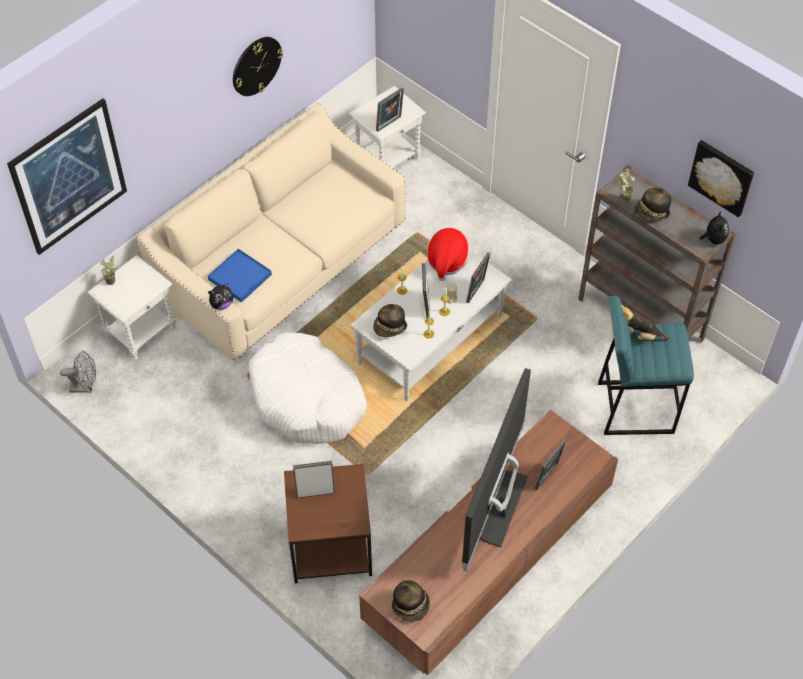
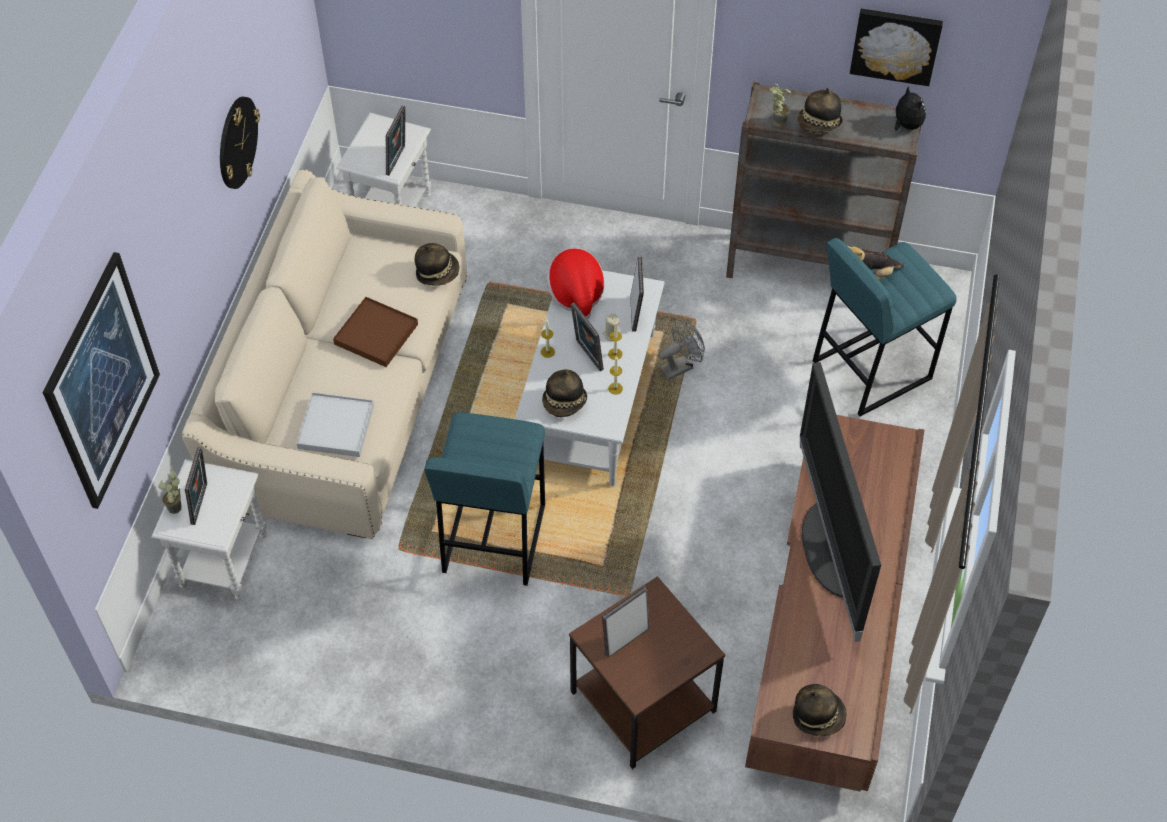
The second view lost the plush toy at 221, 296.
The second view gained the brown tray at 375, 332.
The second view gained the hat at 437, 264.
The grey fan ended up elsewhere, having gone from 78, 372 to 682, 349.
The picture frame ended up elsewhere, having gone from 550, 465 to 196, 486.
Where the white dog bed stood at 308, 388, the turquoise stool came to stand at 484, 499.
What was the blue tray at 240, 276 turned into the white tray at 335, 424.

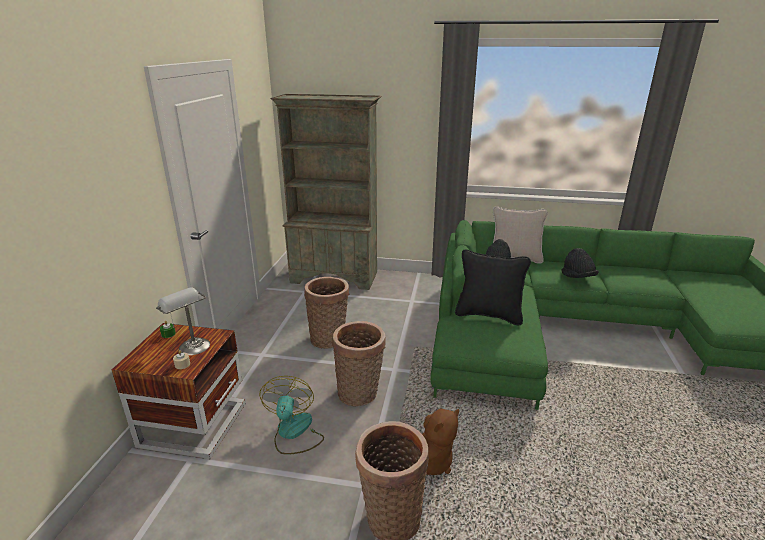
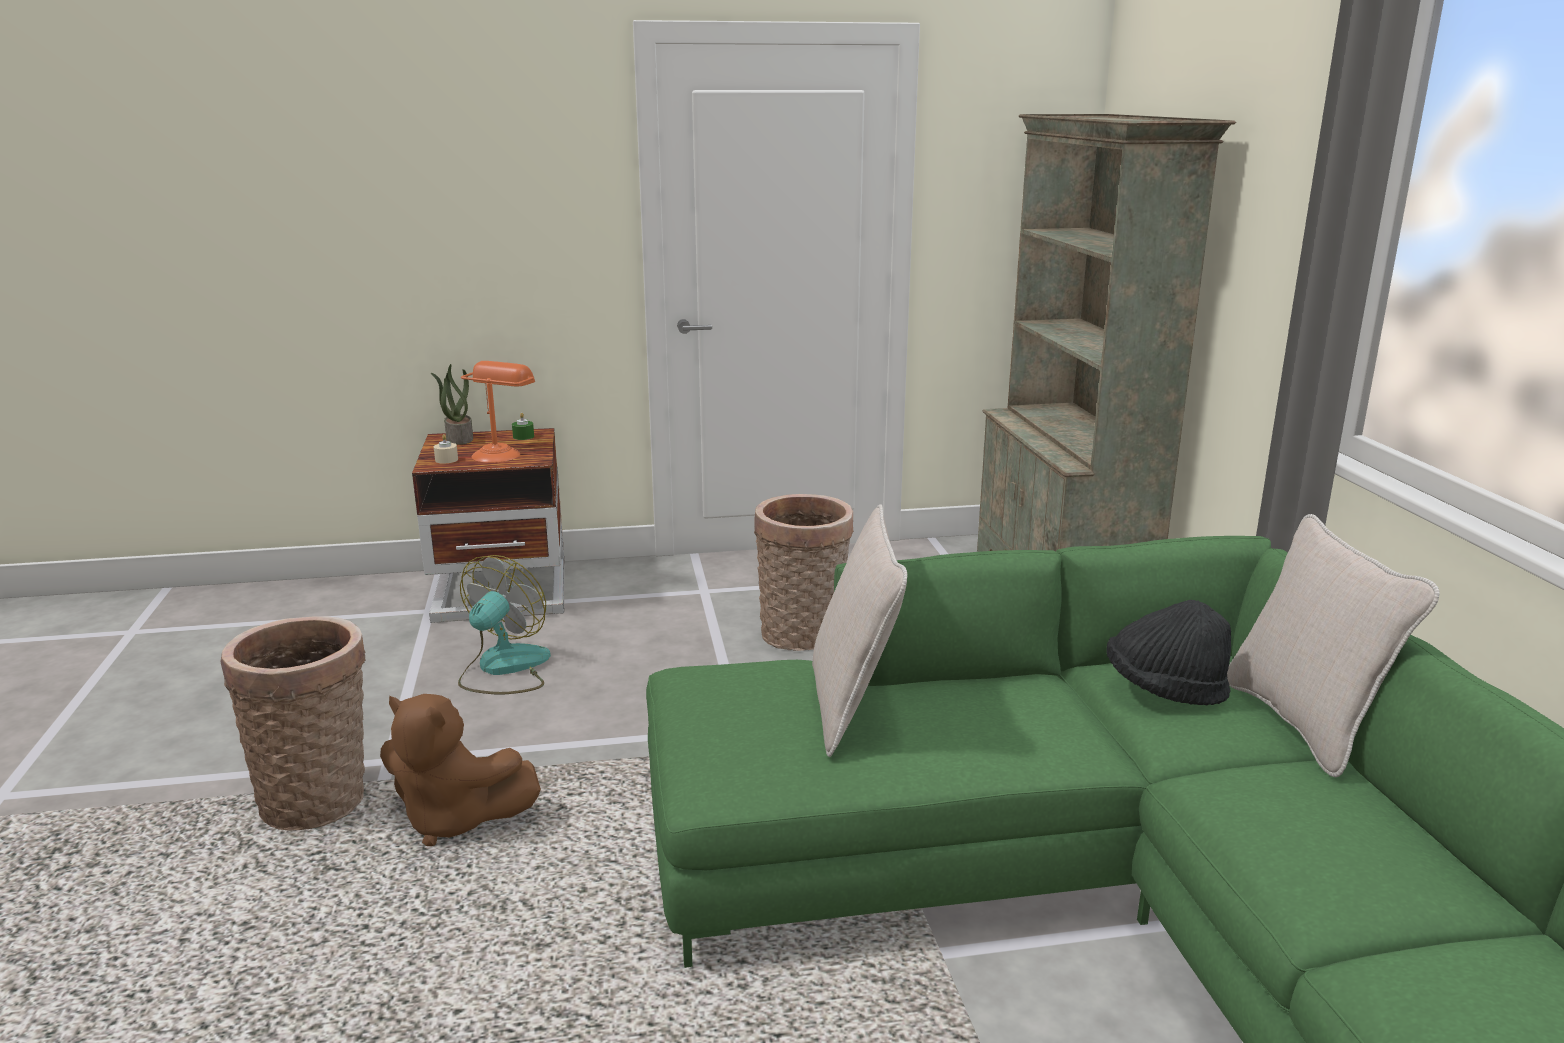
The second view lost the basket at 359, 364.
The second view lost the black hat at 580, 263.
The second view gained the potted plant at 452, 404.
What was the white table lamp at 183, 321 turned into the orange table lamp at 498, 412.
What was the black pillow at 493, 287 turned into the beige pillow at 859, 630.
The fan at 291, 415 ended up facing another way, 45 degrees counterclockwise from before.

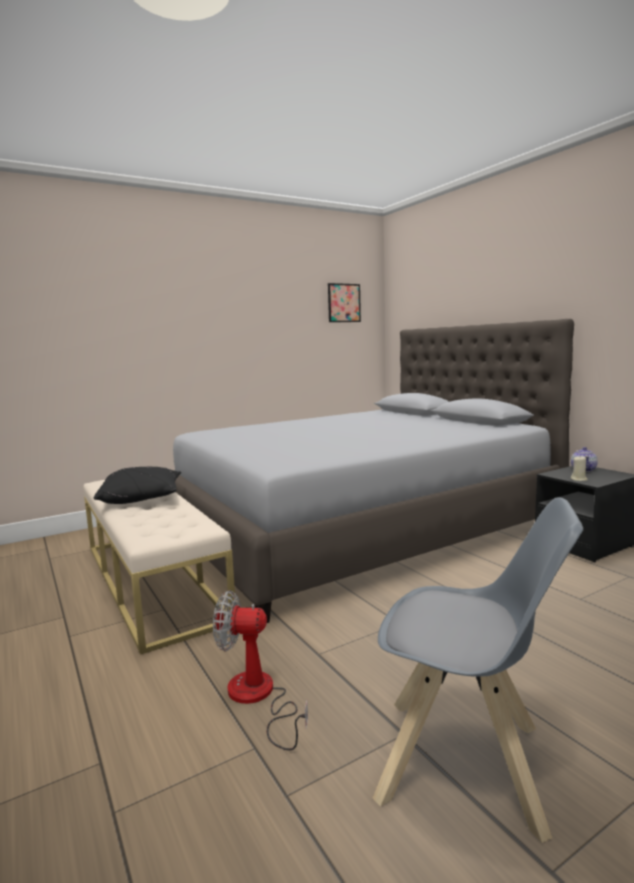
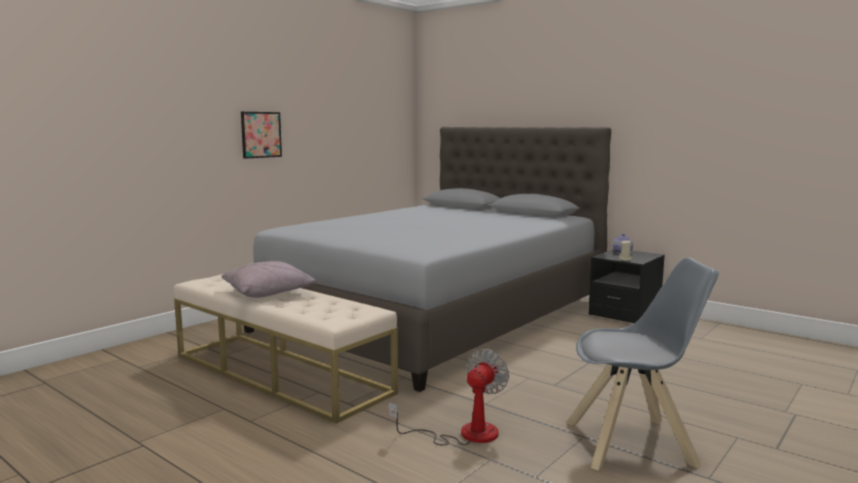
The picture ended up elsewhere, having gone from 344, 302 to 261, 135.
What was the black pillow at 137, 485 turned into the purple pillow at 269, 279.
The fan at 260, 670 ended up facing another way, 135 degrees clockwise from before.

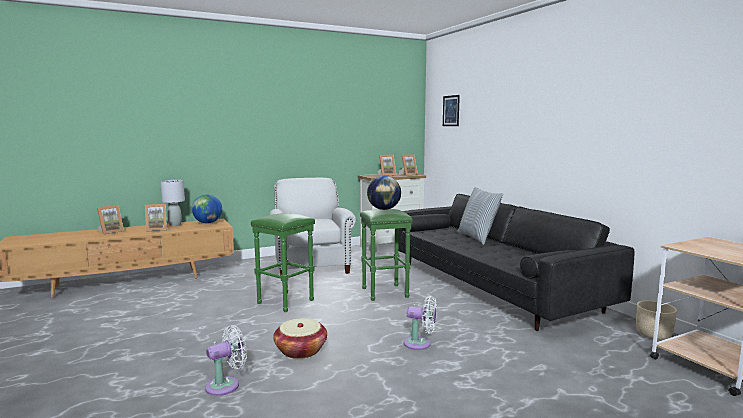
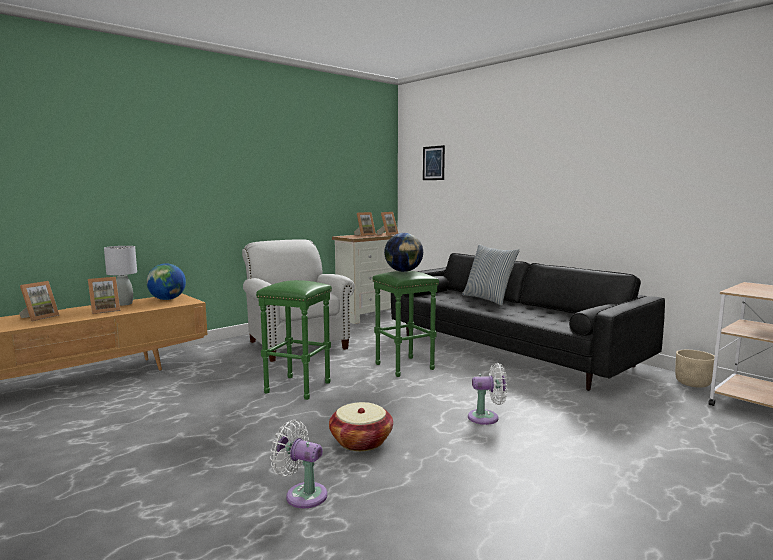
The white fan at 226, 360 ended up facing another way, 105 degrees counterclockwise from before.

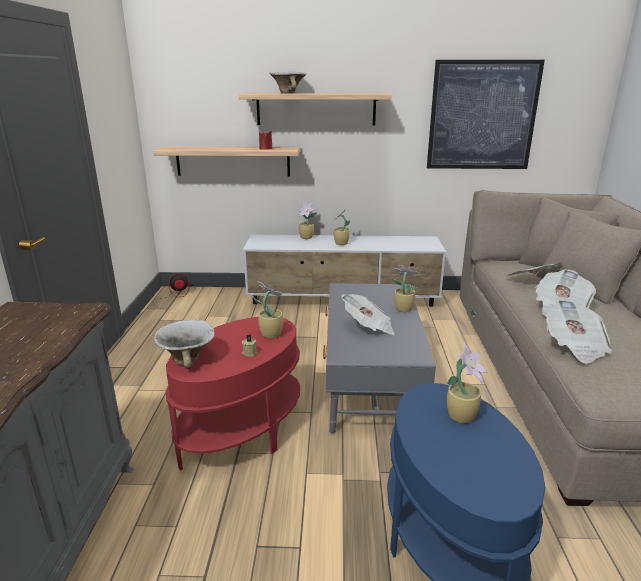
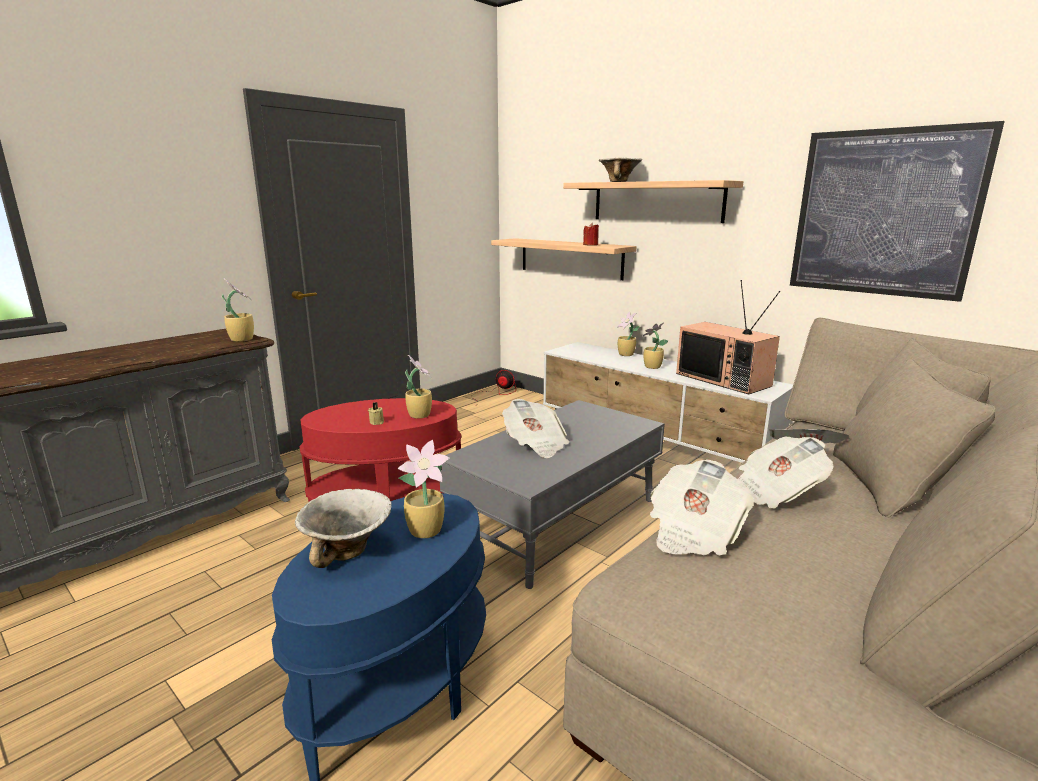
The second view gained the television at 728, 337.
The bowl ended up elsewhere, having gone from 184, 344 to 343, 528.
The potted plant ended up elsewhere, having gone from 406, 288 to 238, 310.

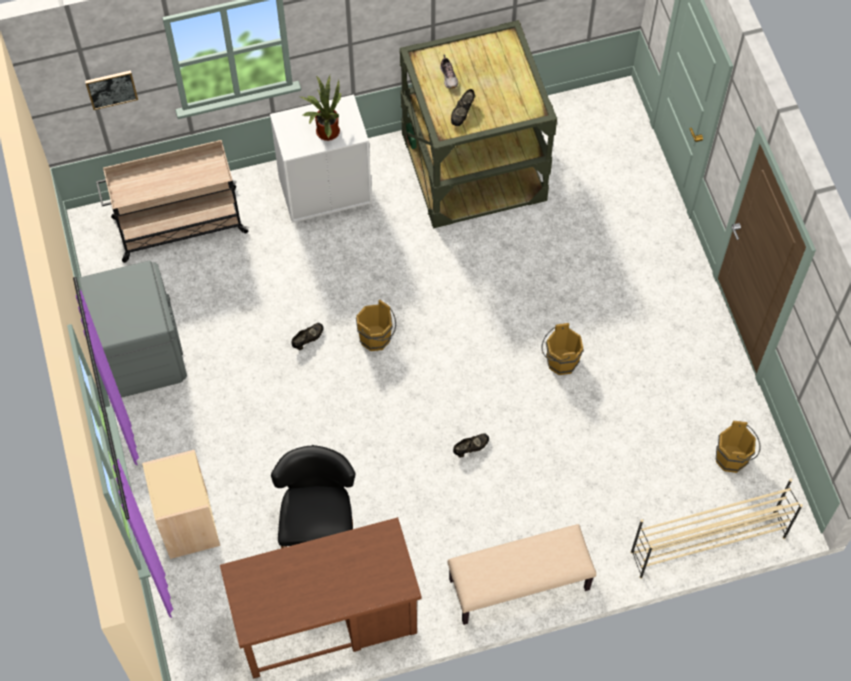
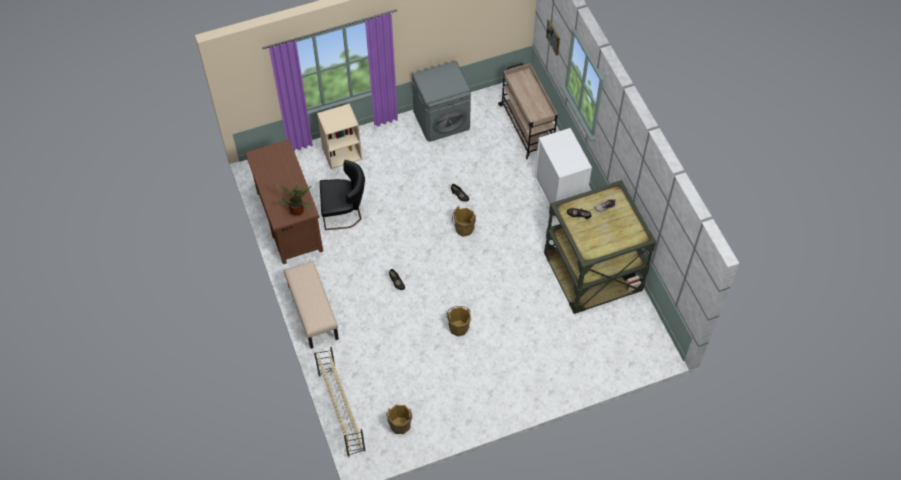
The potted plant ended up elsewhere, having gone from 320, 108 to 293, 198.

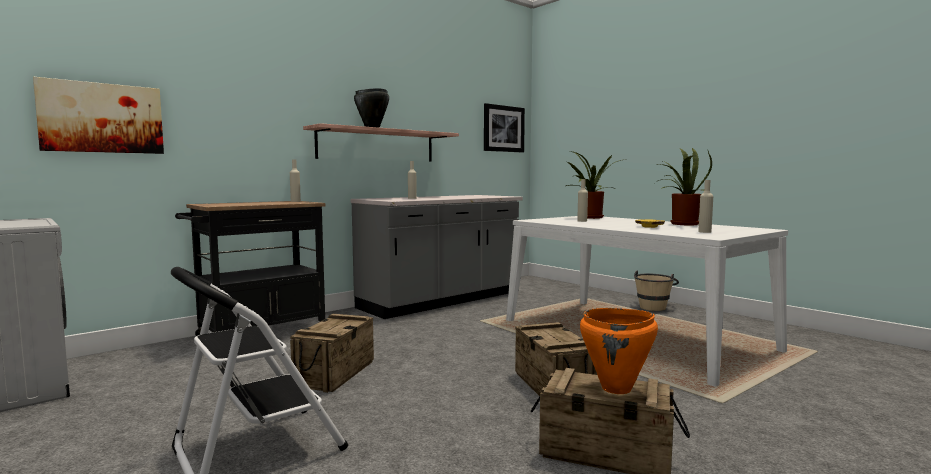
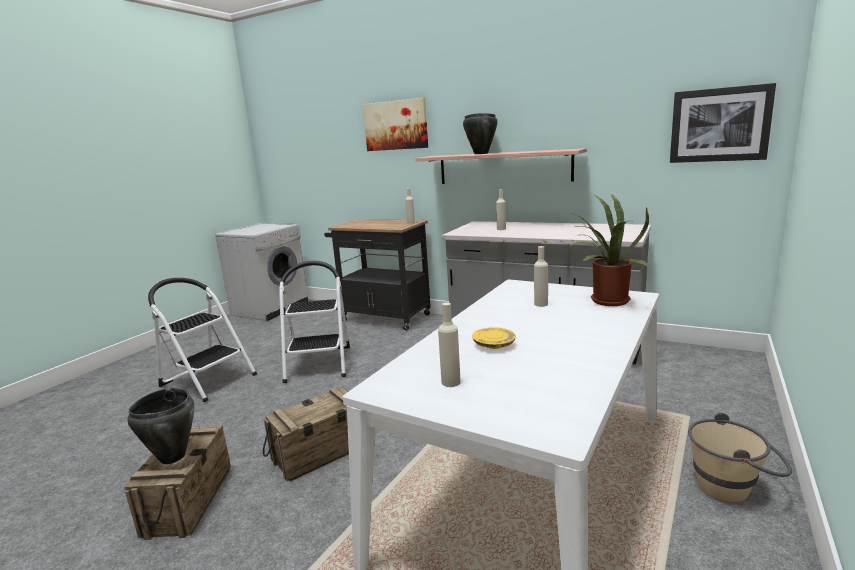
The second view lost the potted plant at 683, 186.
The picture ended up elsewhere, having gone from 98, 115 to 395, 124.
Where the crate stood at 332, 353, the step ladder came to stand at 314, 322.
What was the orange cooking pot at 619, 351 turned into the black cooking pot at 160, 426.

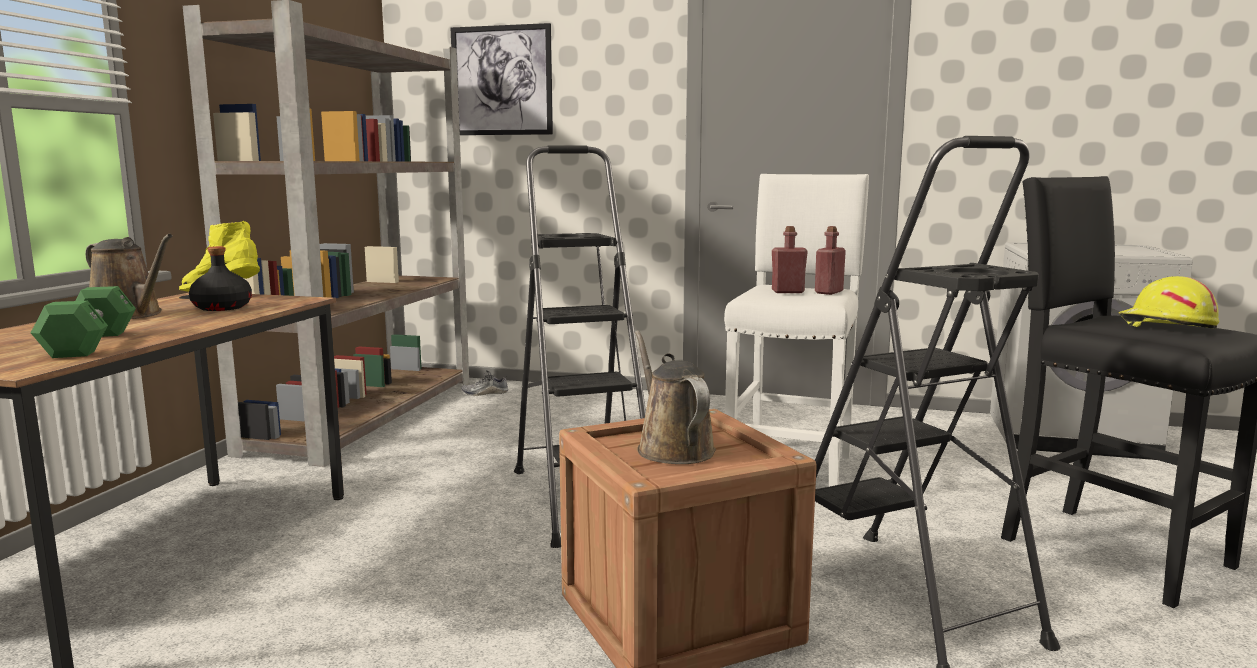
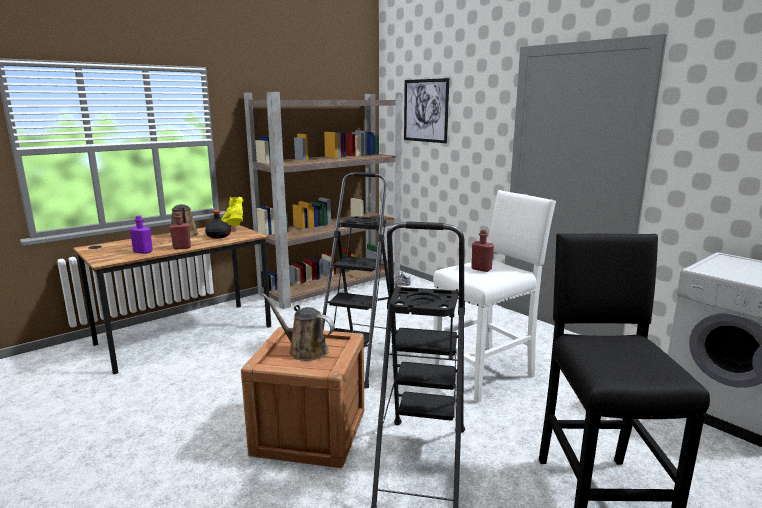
The second view lost the yellow hard hat at 1168, 302.
The red bottle ended up elsewhere, having gone from 830, 260 to 180, 231.
Where the green dumbbell stood at 83, 322, the purple bottle came to stand at 141, 234.
The brown watering can at 675, 397 ended up facing another way, 75 degrees counterclockwise from before.

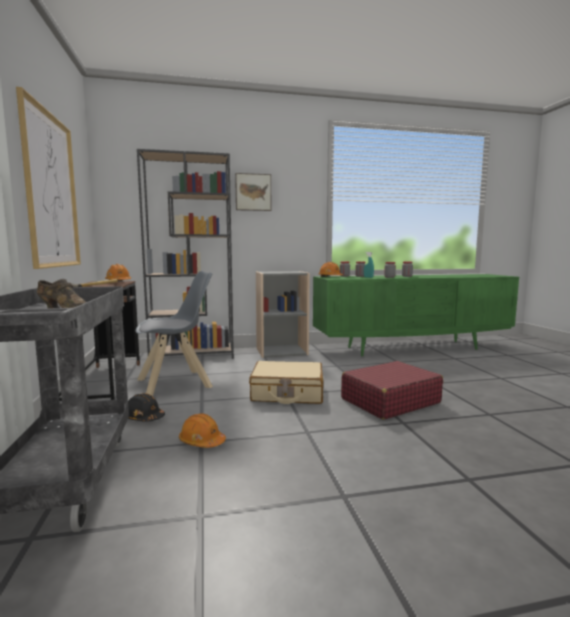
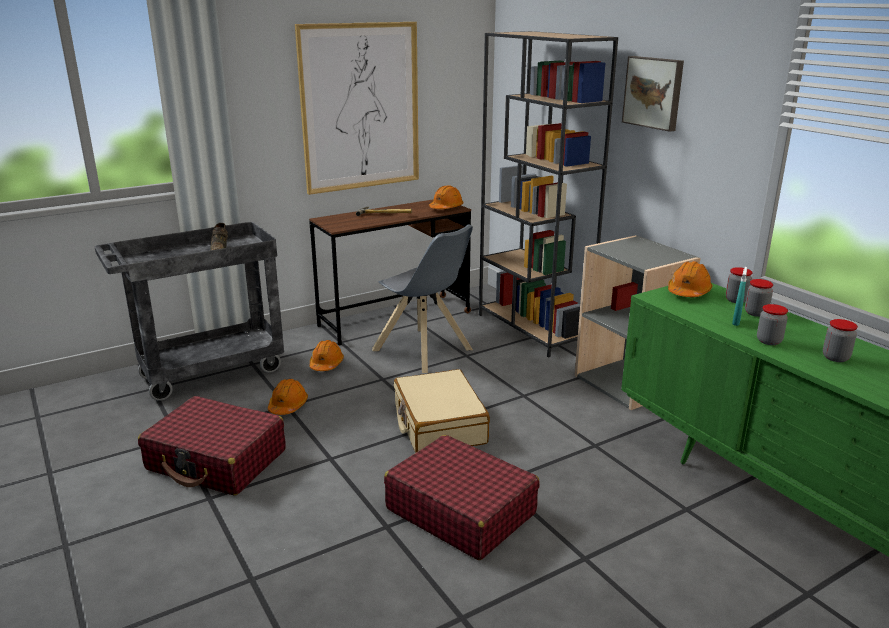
The second view gained the red suitcase at 212, 446.
What was the black hard hat at 146, 407 turned into the orange hard hat at 326, 355.

